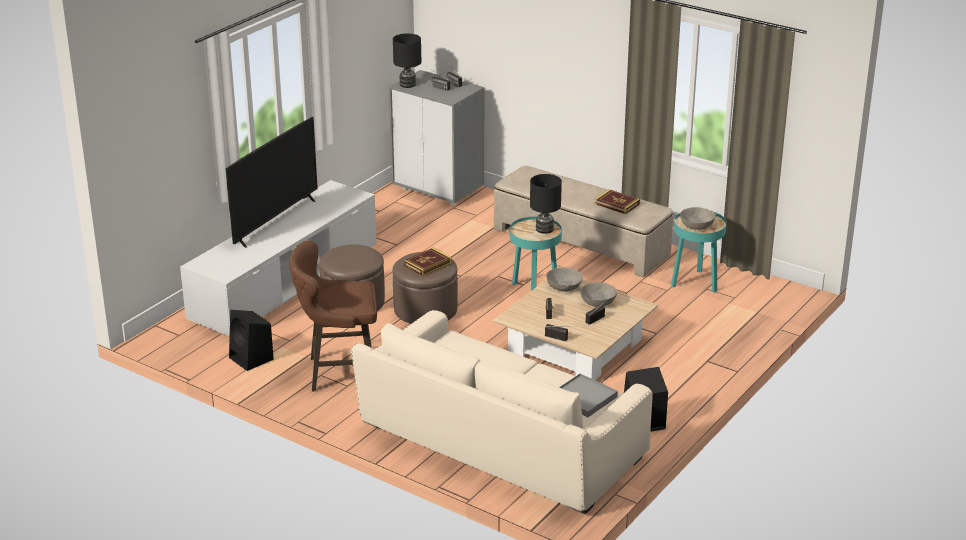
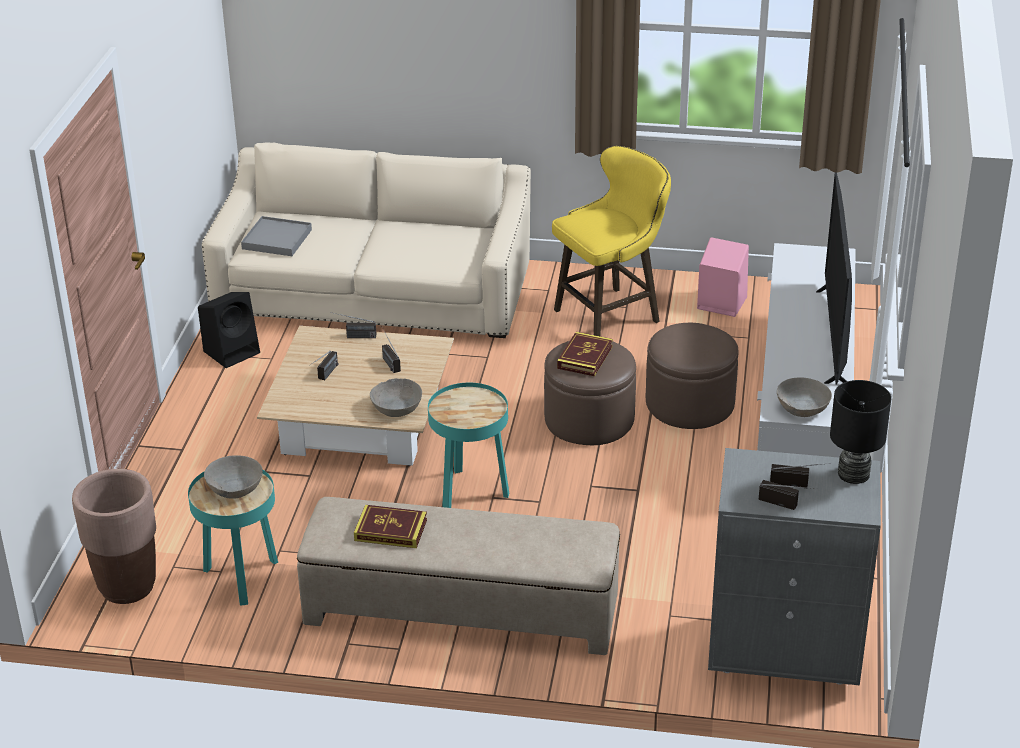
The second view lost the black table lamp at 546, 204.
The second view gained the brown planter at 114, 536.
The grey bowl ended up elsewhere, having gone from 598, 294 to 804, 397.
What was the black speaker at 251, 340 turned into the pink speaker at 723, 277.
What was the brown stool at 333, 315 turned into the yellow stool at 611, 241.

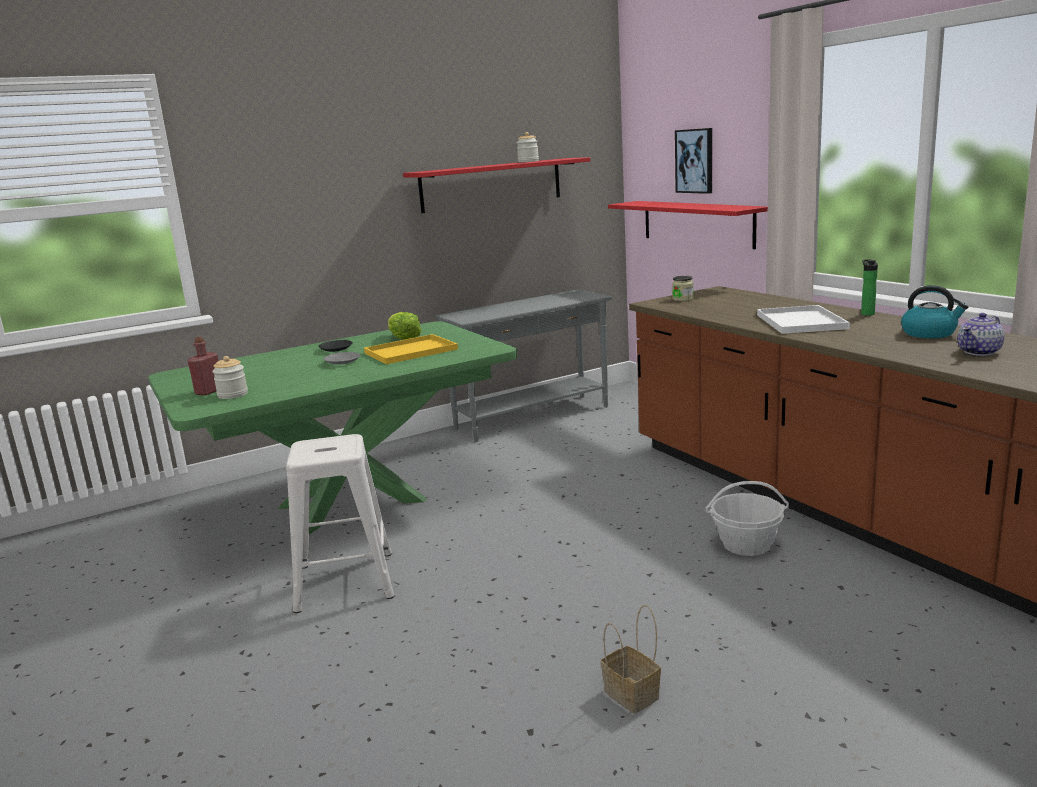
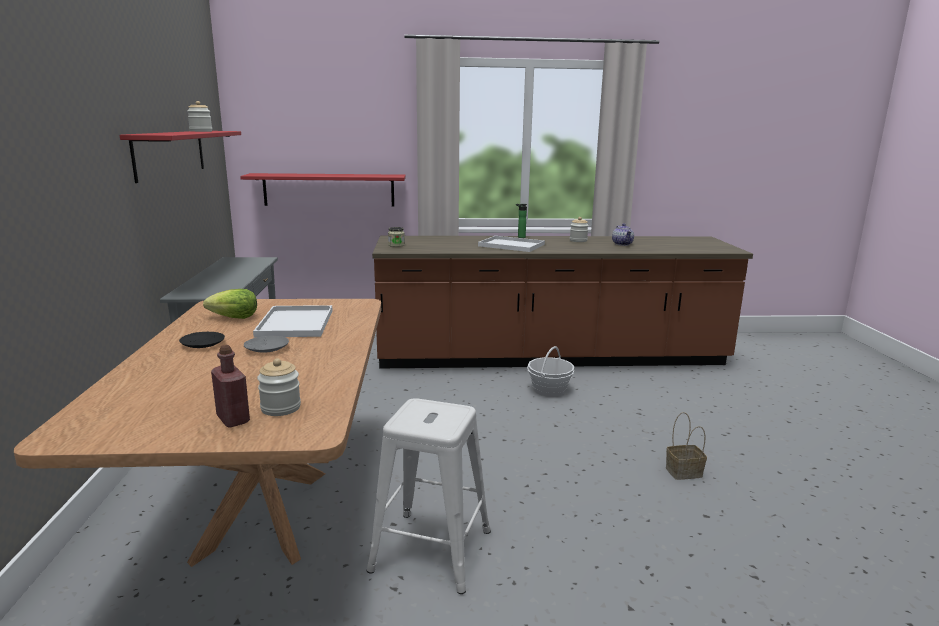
The second view lost the picture at 693, 161.
Where the kettle stood at 934, 311, the jar came to stand at 579, 229.
What was the green dining table at 333, 427 turned into the brown dining table at 197, 433.
What was the yellow tray at 411, 349 turned into the white tray at 293, 321.

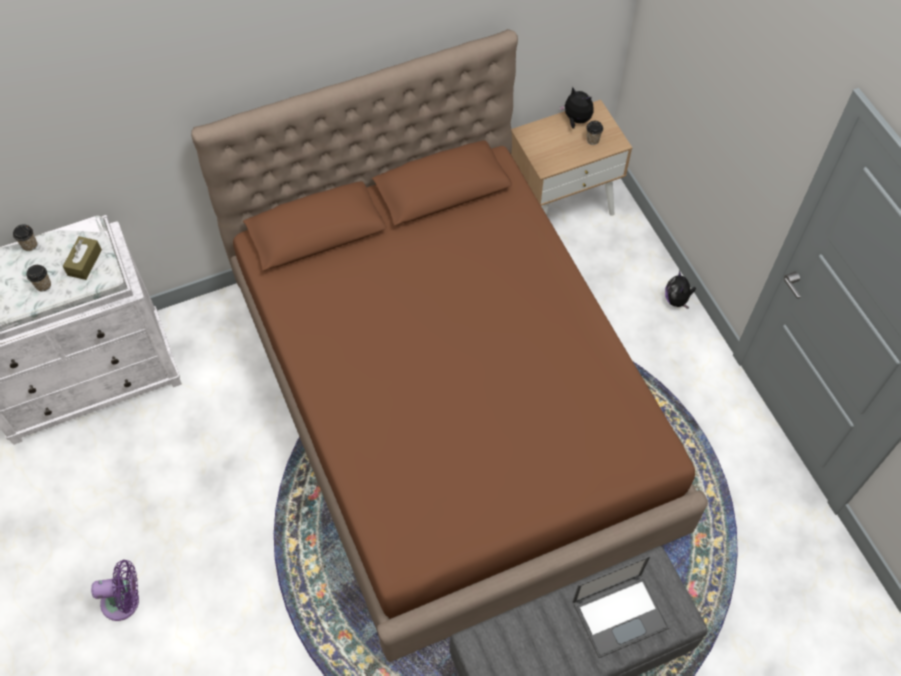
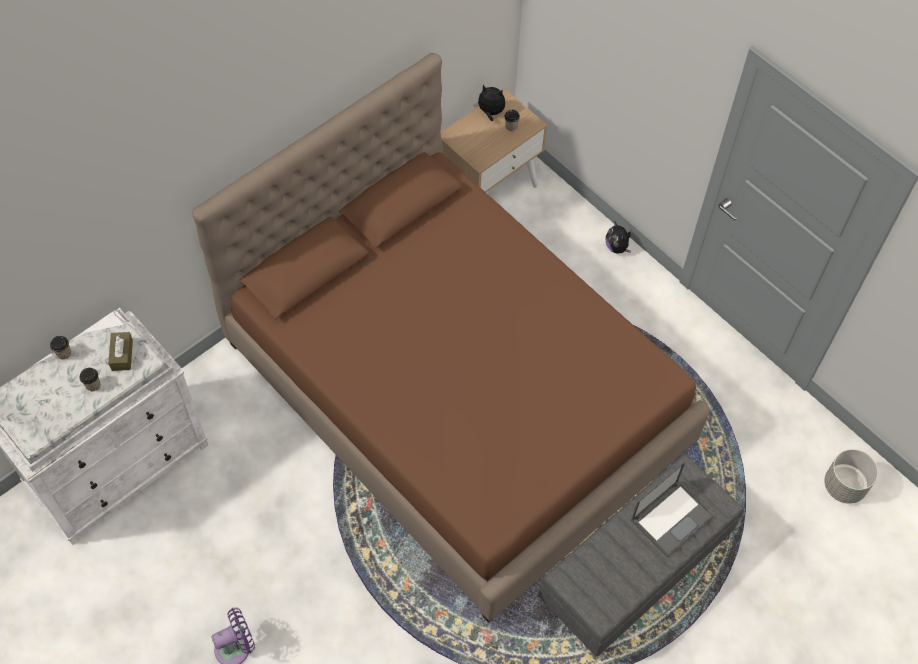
The second view gained the grey planter at 851, 476.

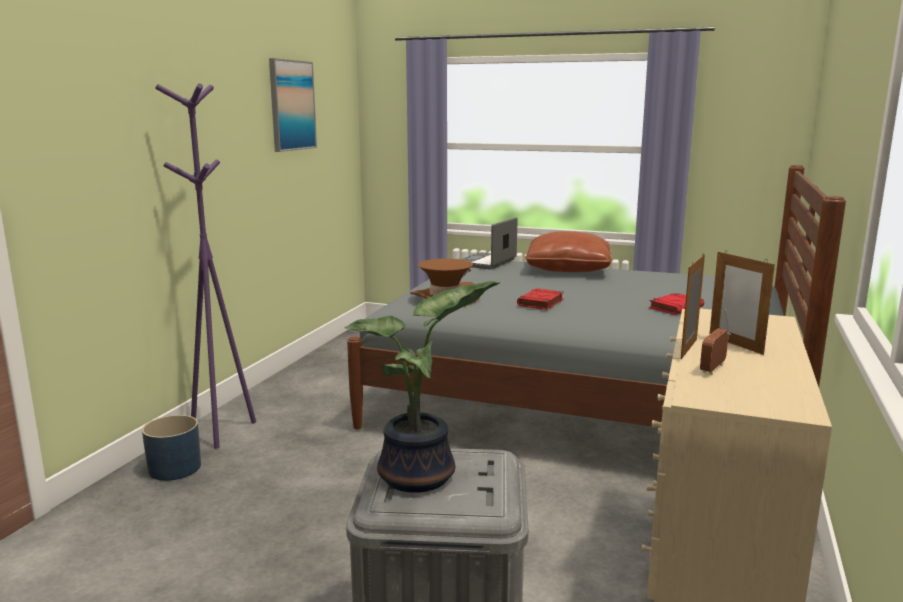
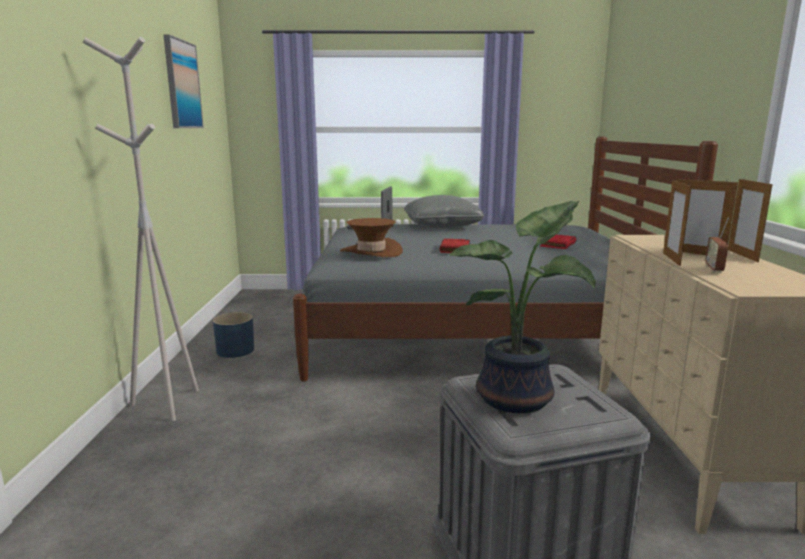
The second view gained the picture frame at 750, 219.
The blue planter ended up elsewhere, having gone from 171, 448 to 233, 335.
What was the purple clothes rack at 205, 265 turned into the grey clothes rack at 141, 229.
What was the brown pillow at 568, 251 turned into the grey pillow at 444, 211.

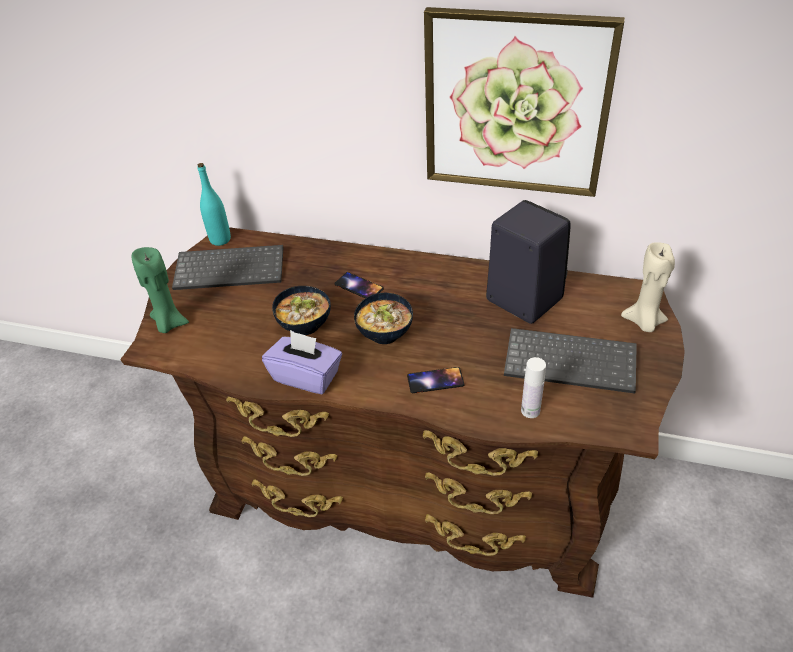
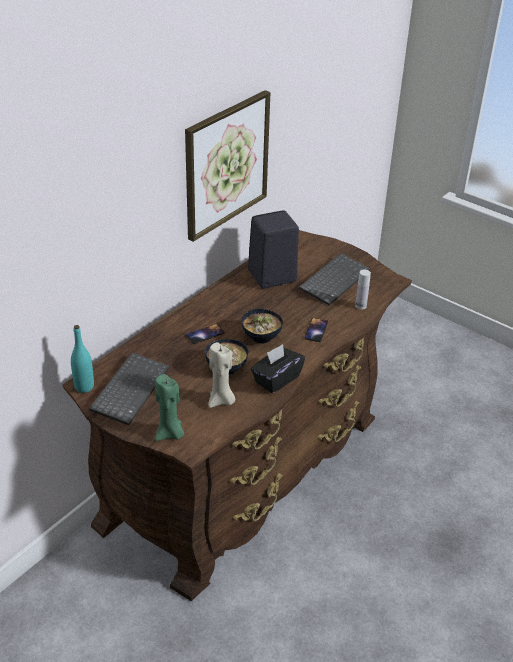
The beige candle ended up elsewhere, having gone from 648, 287 to 221, 375.
What was the purple tissue box at 302, 362 turned into the black tissue box at 278, 368.

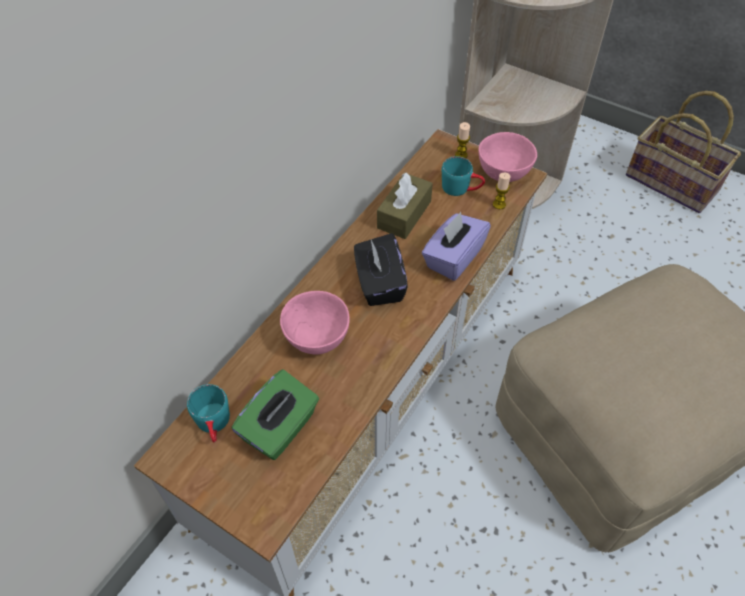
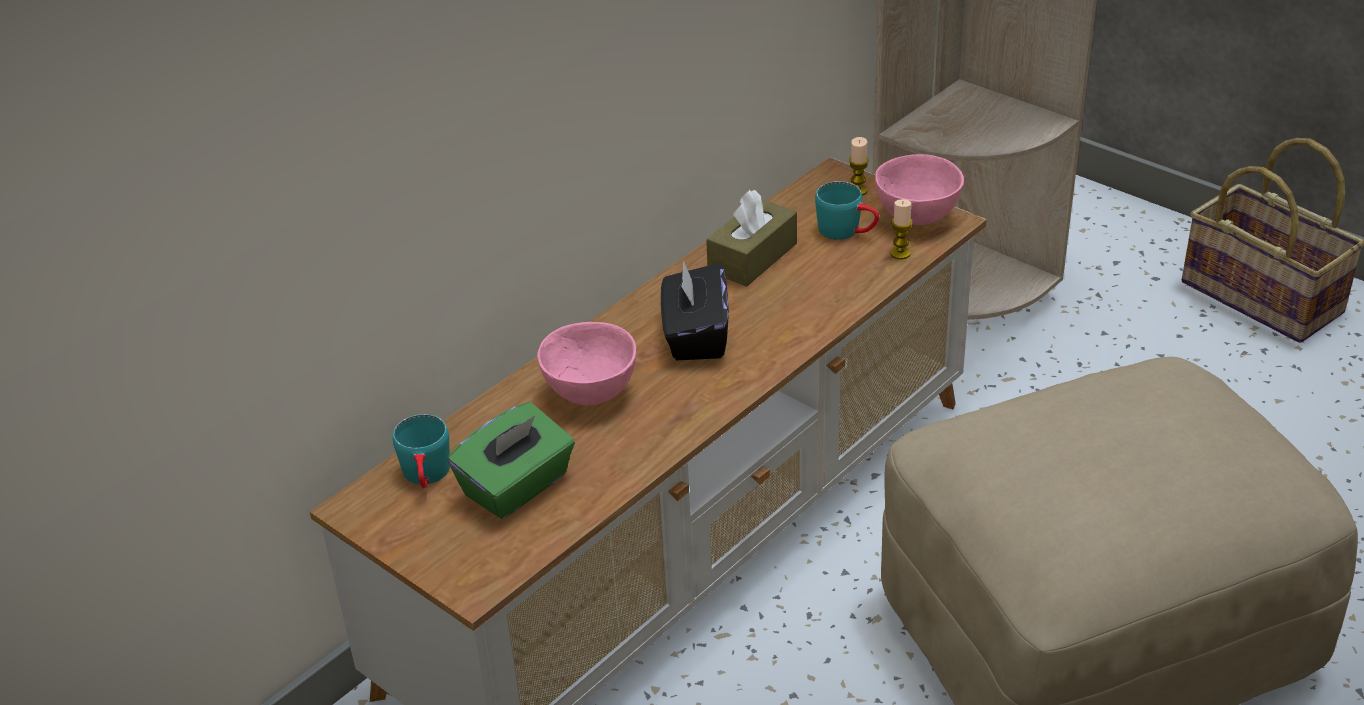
The second view lost the purple tissue box at 456, 246.

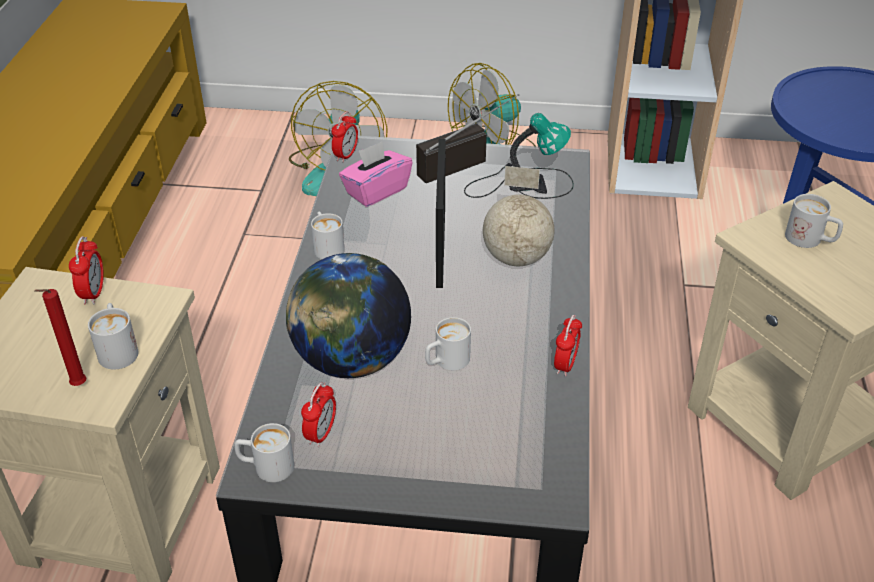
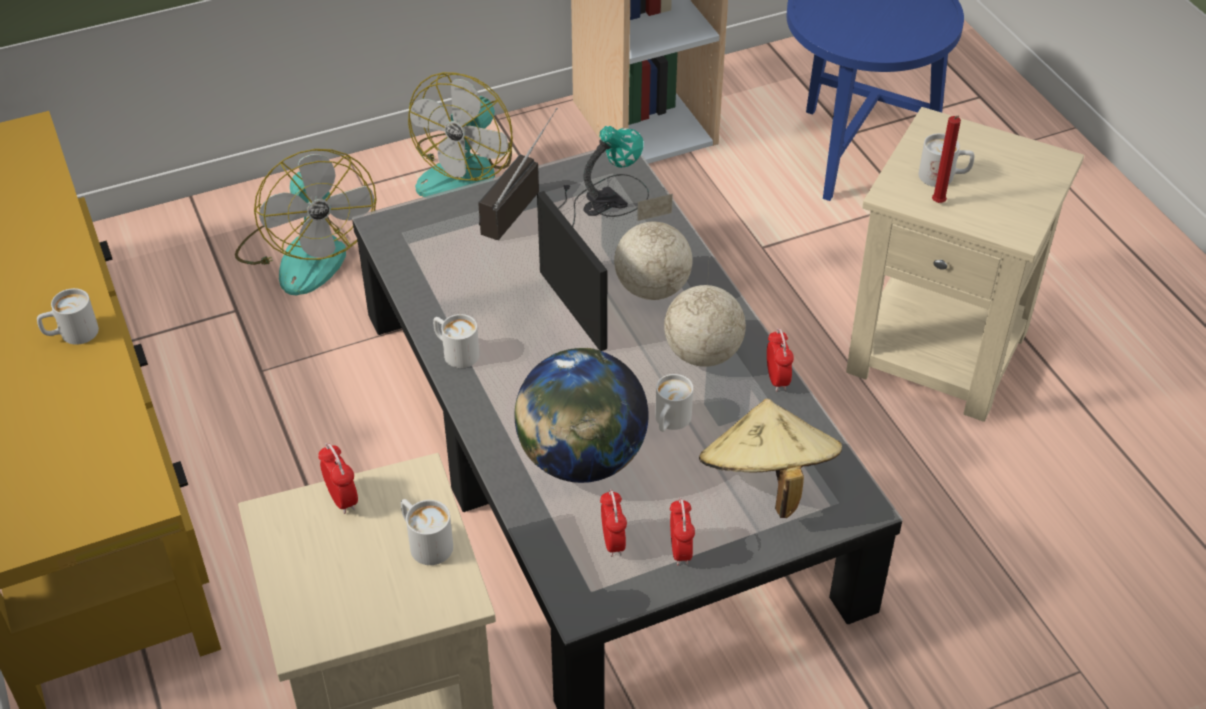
The second view lost the pink tissue box at 376, 174.
The second view gained the globe at 705, 316.
The second view gained the beige hat at 770, 458.
The red candle ended up elsewhere, having gone from 60, 337 to 946, 159.
The white mug ended up elsewhere, having gone from 264, 452 to 68, 316.
The alarm clock ended up elsewhere, having gone from 345, 137 to 682, 531.

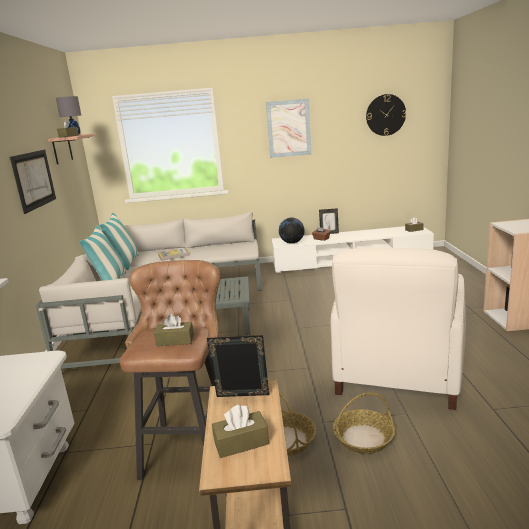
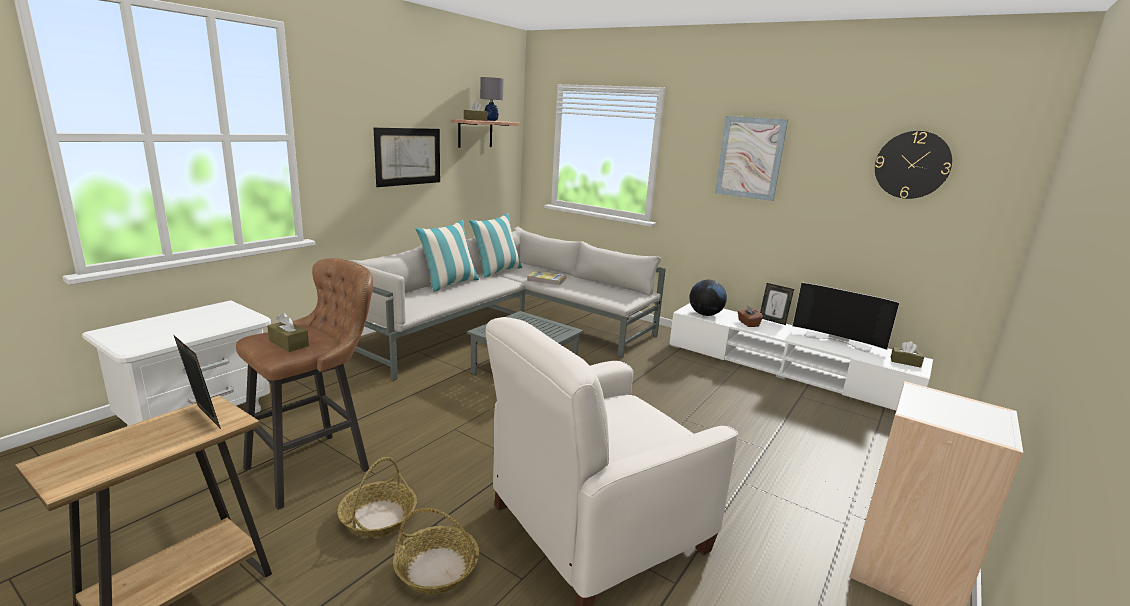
The second view lost the brown tissue box at 240, 431.
The second view gained the television at 846, 317.

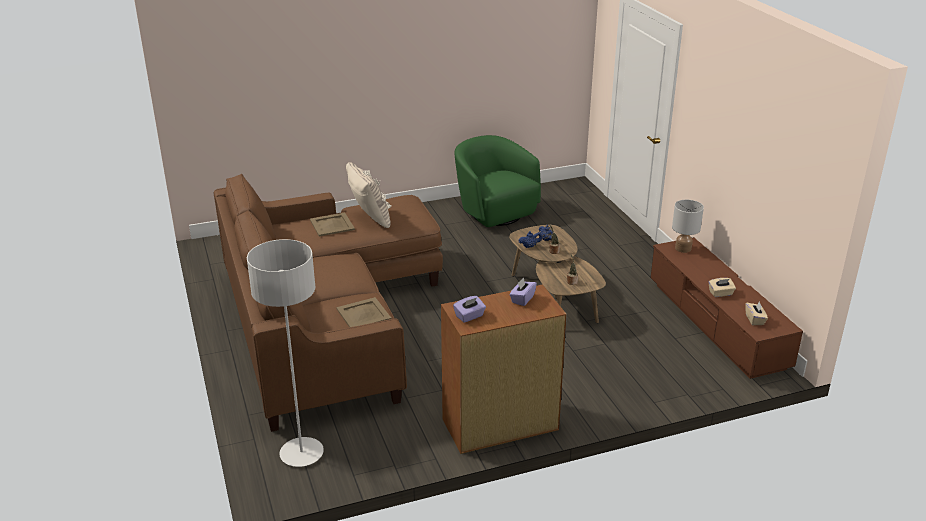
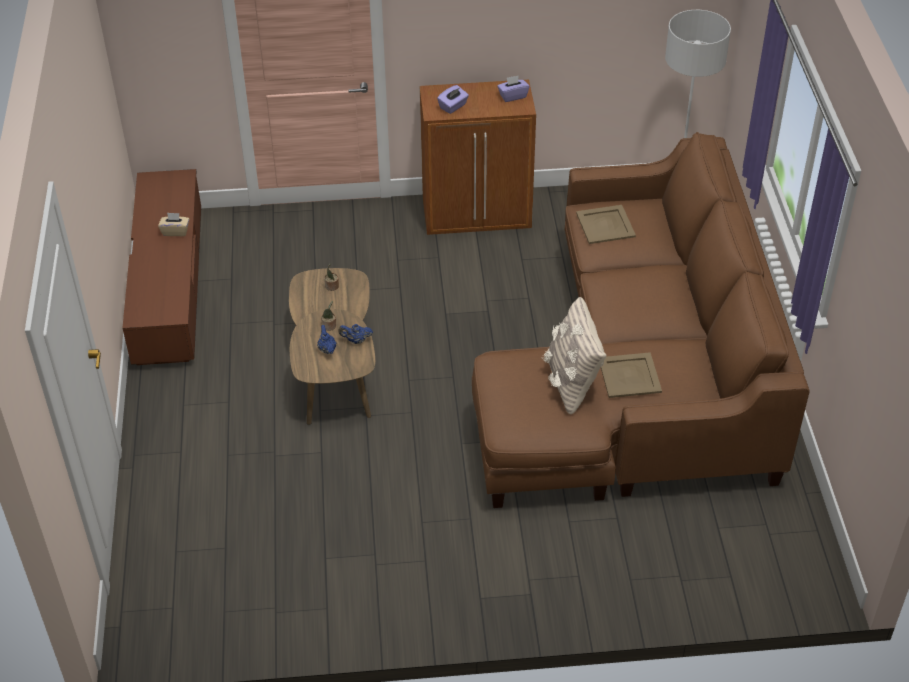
The second view lost the green armchair at 498, 181.
The second view lost the grey table lamp at 688, 226.
The second view lost the beige tissue box at 756, 313.

